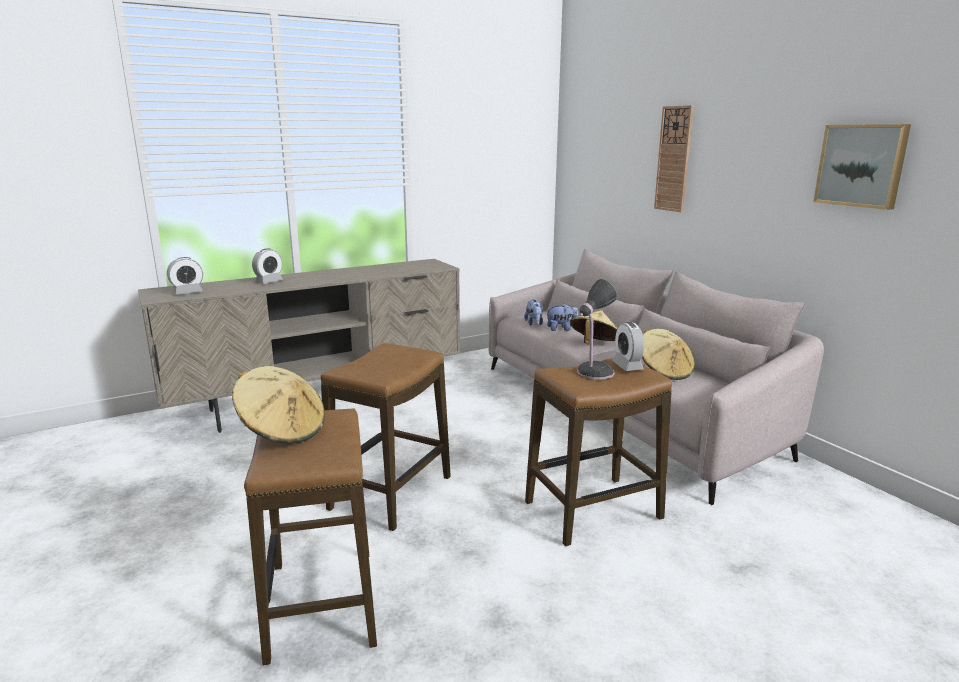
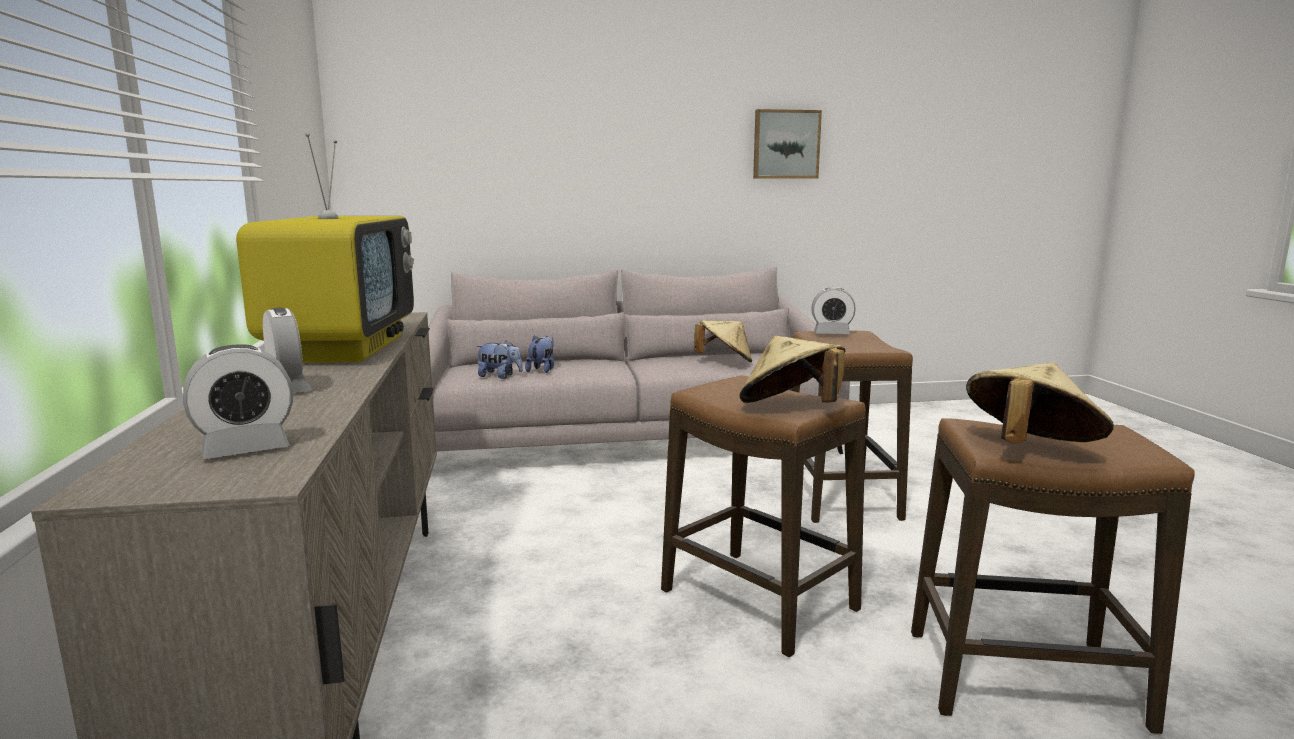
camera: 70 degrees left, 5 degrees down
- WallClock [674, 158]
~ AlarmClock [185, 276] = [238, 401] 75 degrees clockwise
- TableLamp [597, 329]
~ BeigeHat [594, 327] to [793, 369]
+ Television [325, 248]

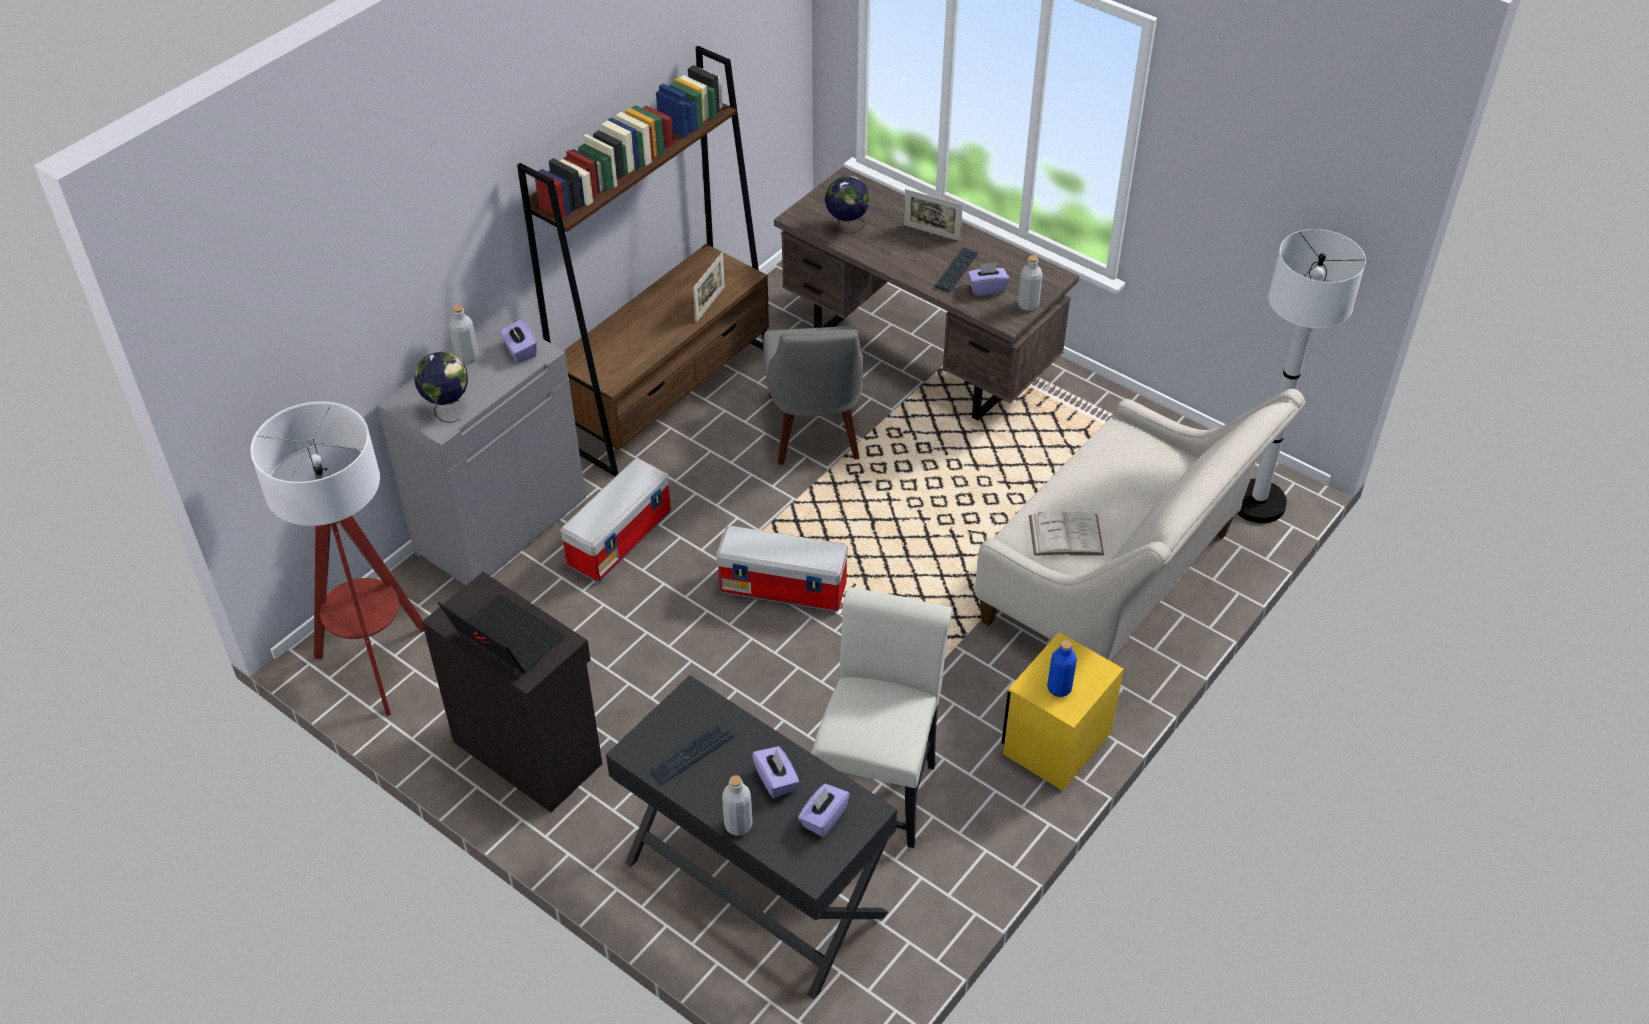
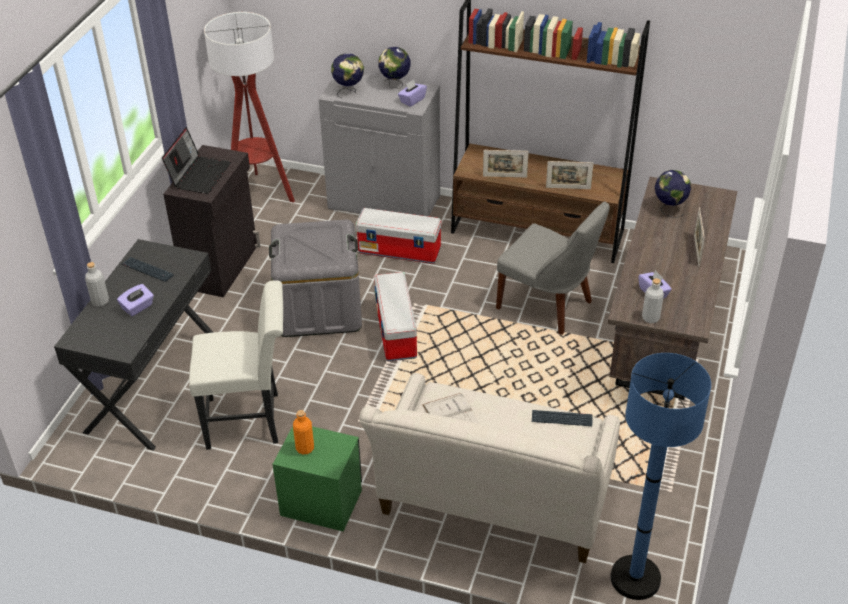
camera: 70 degrees right, 5 degrees down
~ WhiteFloorLamp [1301, 376] to BlueFloorLamp [660, 476]
~ Keyboard [956, 269] to [562, 418]
~ GreyBottle [463, 334] to Globe [394, 68]
~ GreyChair [813, 395] = [553, 268] 120 degrees counterclockwise
~ YellowNightstand [1062, 711] to GreenNightstand [317, 479]
~ BlueBottle [1062, 668] to OrangeBottle [303, 432]
- PurpleTissueBox [824, 810]
+ PictureFrame [506, 163]
+ GreyStorageBox [315, 278]

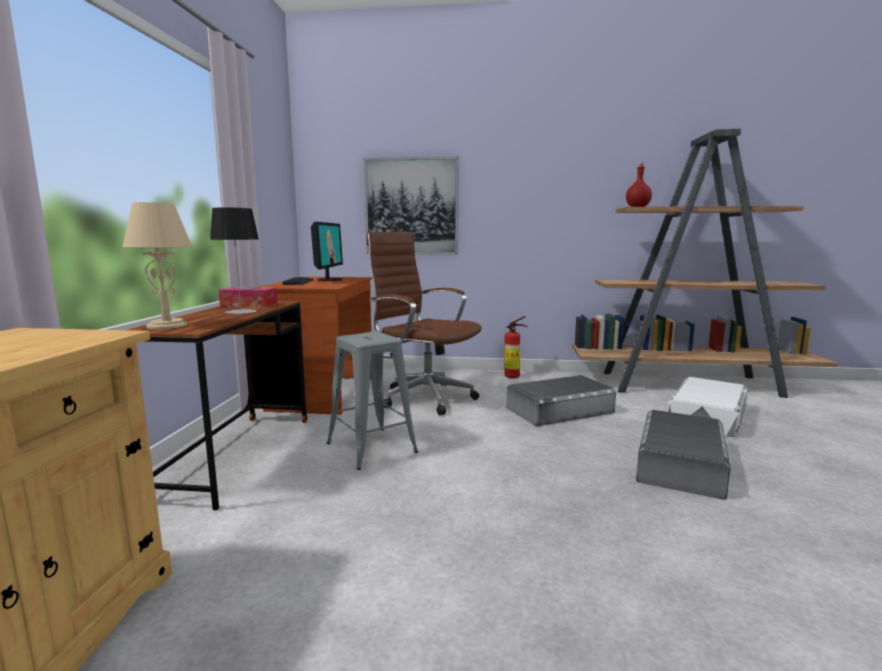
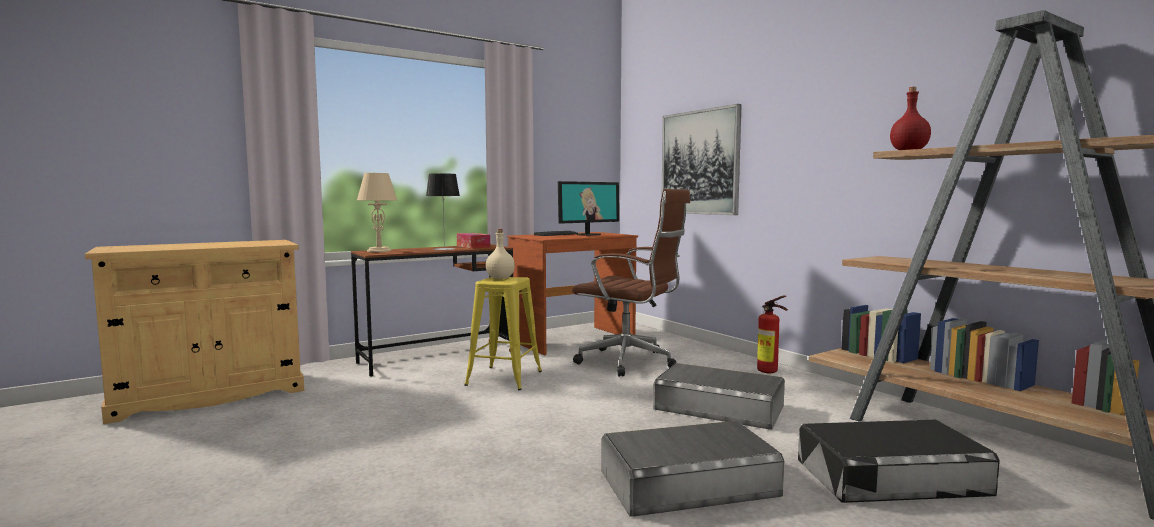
camera: 50 degrees right, 5 degrees down
~ BrownOfficeChair [424, 324] = [631, 283] 120 degrees clockwise
~ GreyStool [373, 400] to YellowStool [503, 333]
~ WhiteStorageBox [707, 407] to BlackStorageBox [899, 461]
+ BeigeBottle [500, 254]

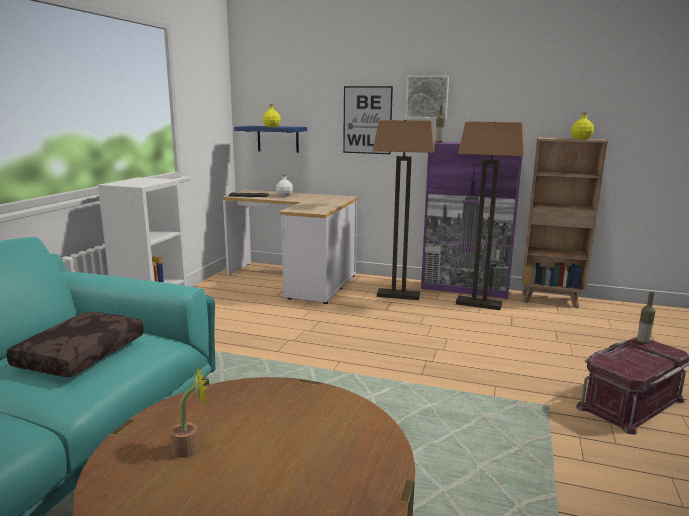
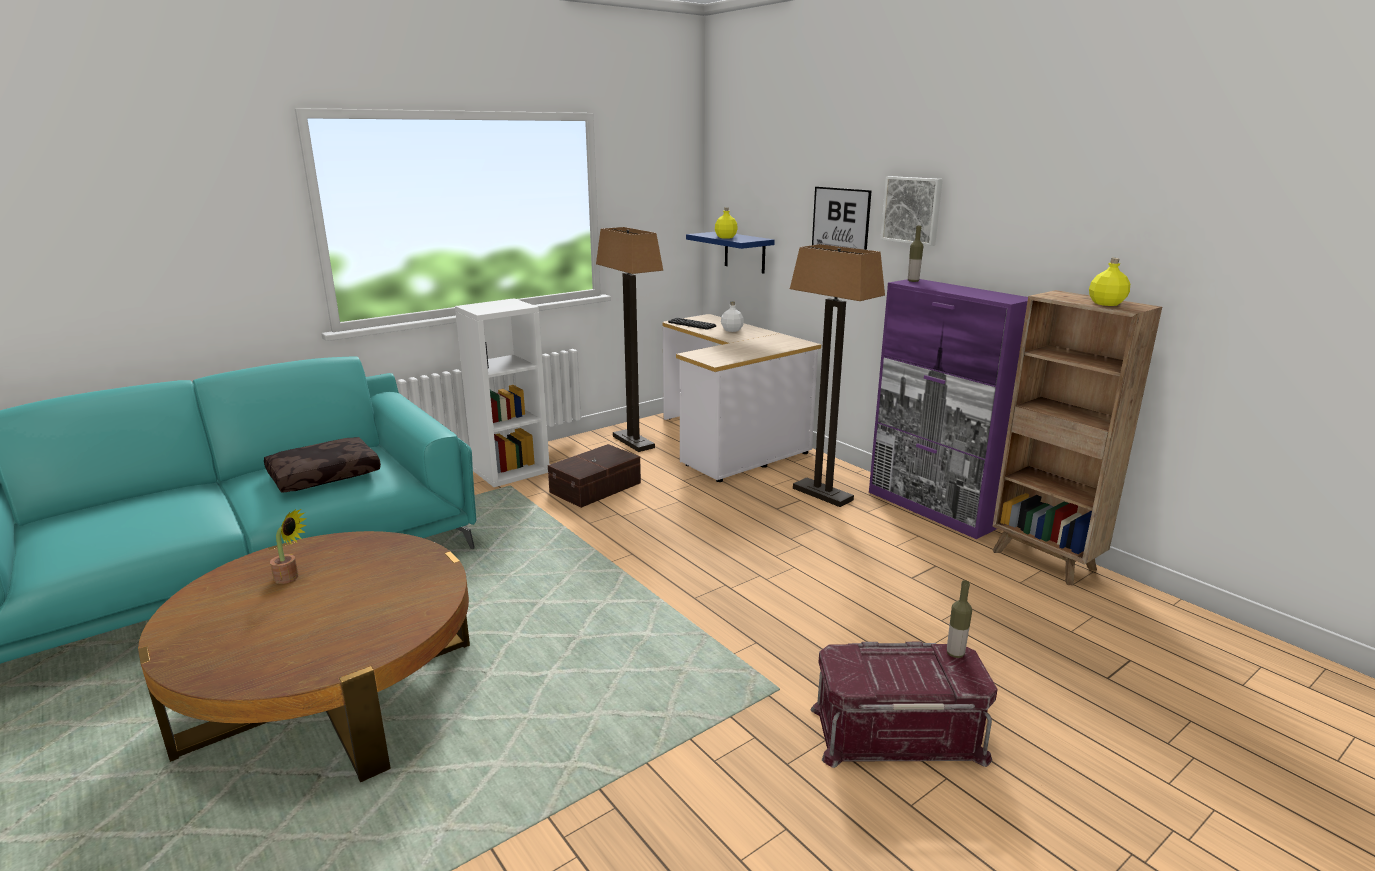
camera: 35 degrees right, 5 degrees up
~ FloorLamp [490, 215] to [629, 339]
+ BrownStorageBox [594, 476]

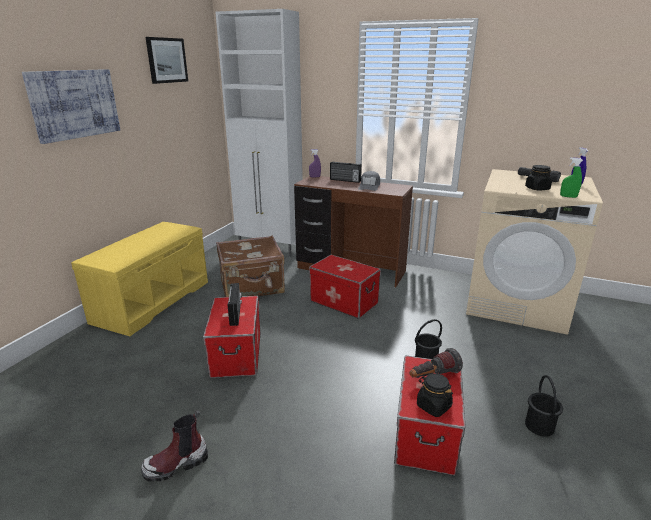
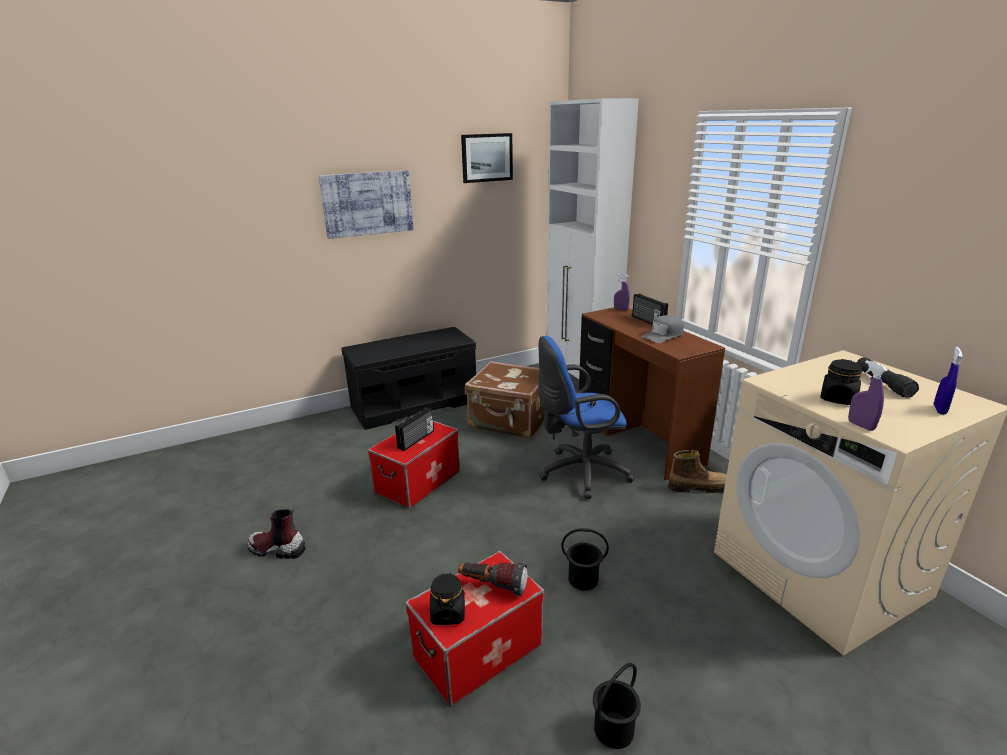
camera: 40 degrees right, 0 degrees up
~ GreenSprayBottle [571, 177] to PurpleSprayBottle [868, 395]
~ YellowBench [139, 279] to BlackBench [408, 378]
~ StorageBox [345, 287] to BlueOfficeChair [586, 417]
+ Boot [697, 471]

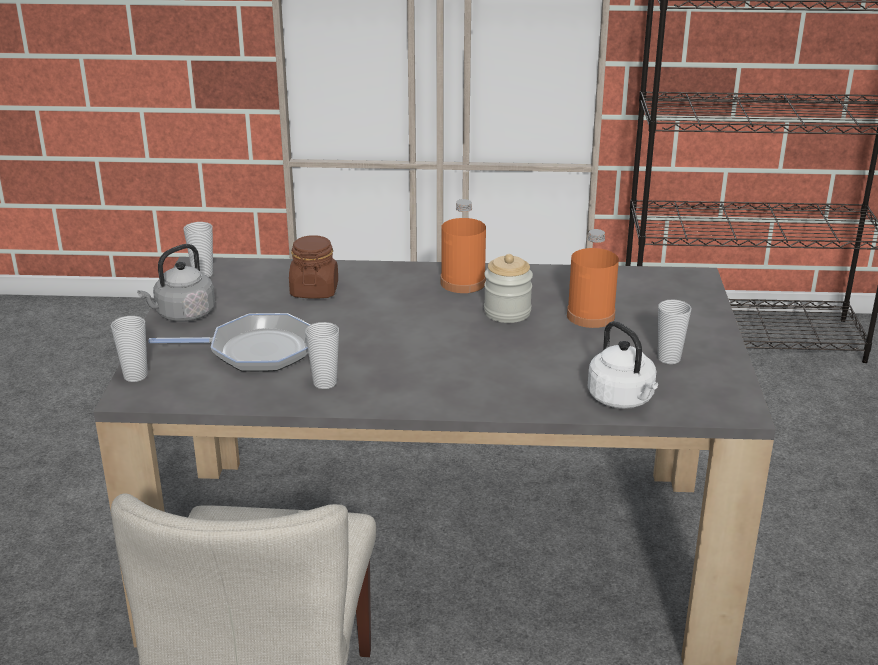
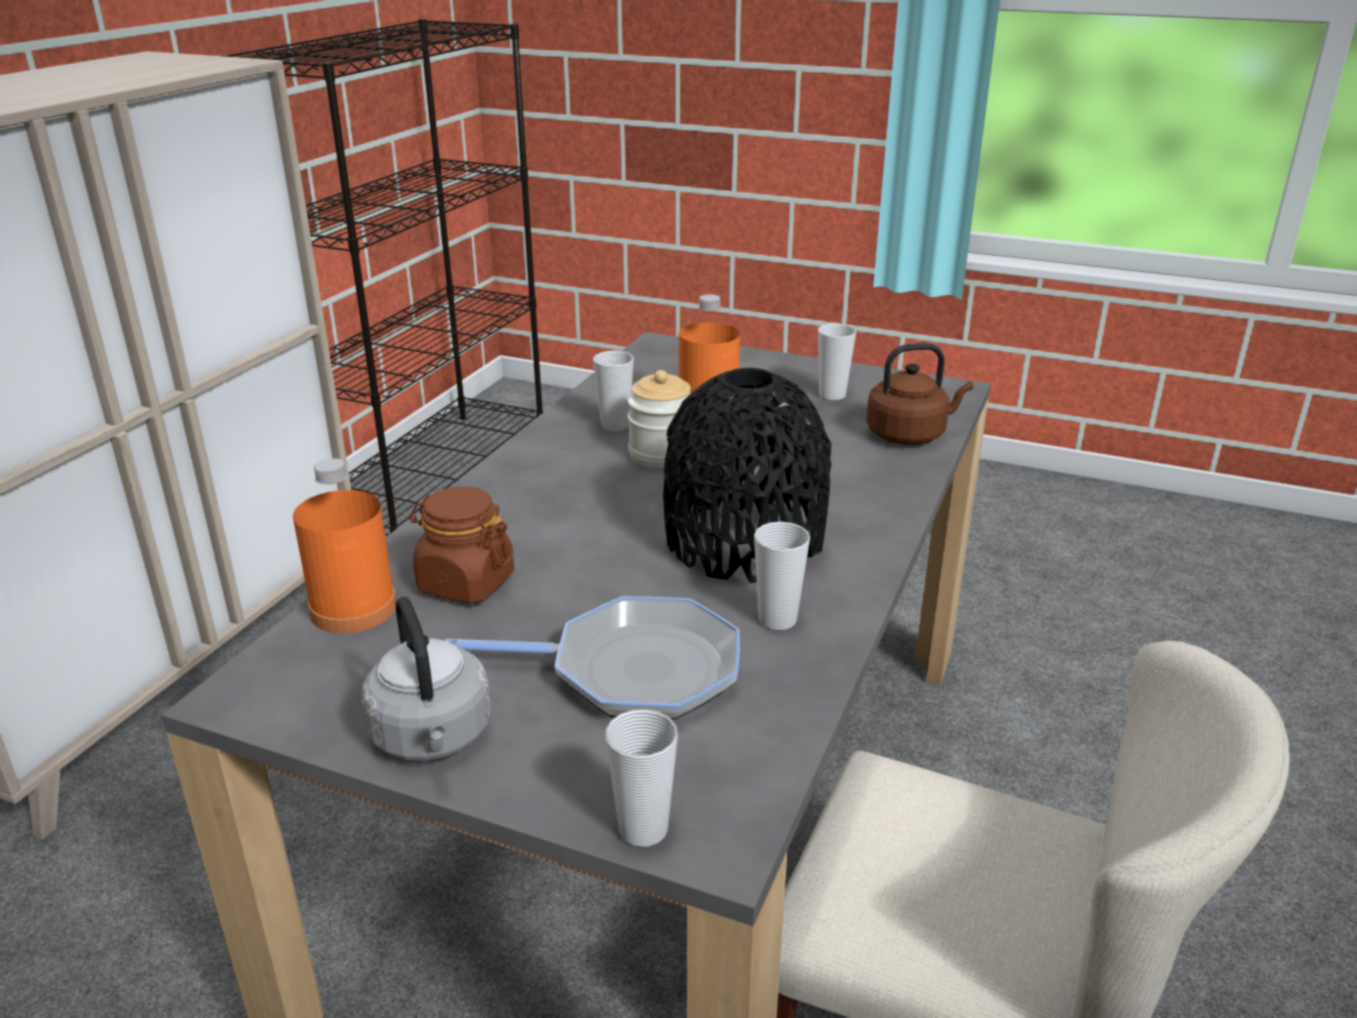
camera: 70 degrees left, 0 degrees up
~ OrangeBottle [463, 246] to [344, 545]
~ Cup [198, 249] to [613, 391]
~ FryingPan [229, 342] = [592, 657] 75 degrees clockwise
~ WhiteKettle [622, 365] to BrownKettle [919, 394]
+ BlackVase [747, 475]

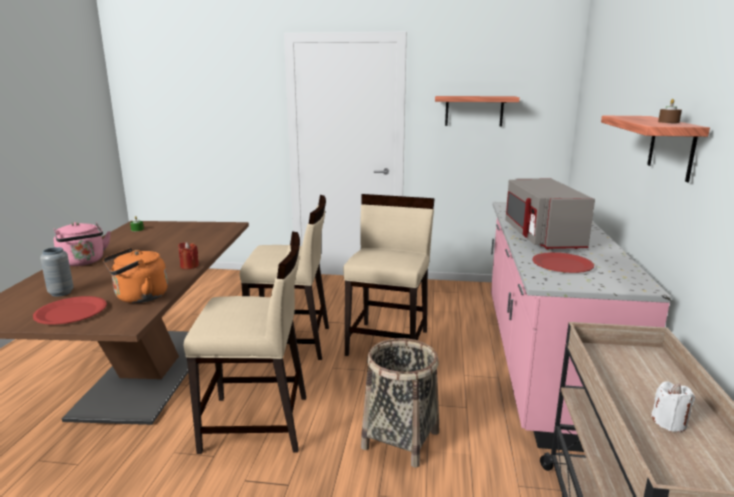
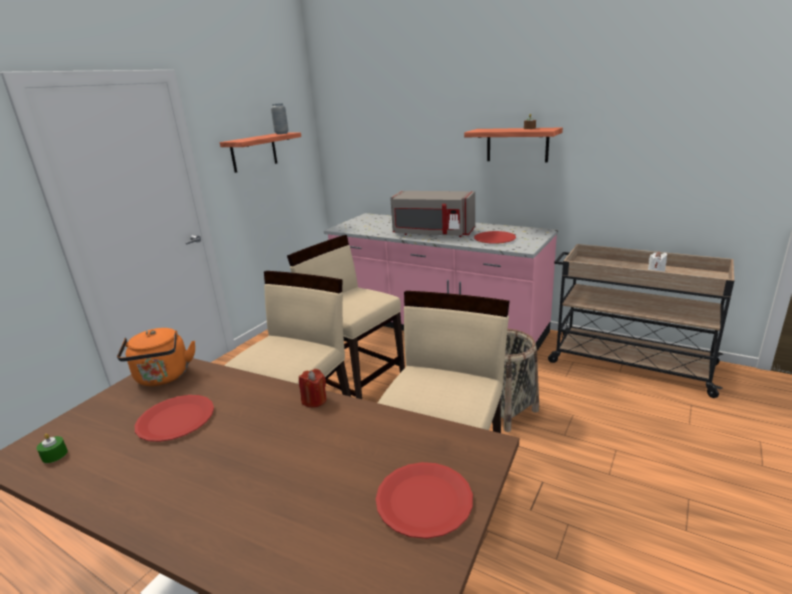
camera: 65 degrees left, 5 degrees up
- PinkKettle [82, 244]
~ GreyVase [56, 272] to [279, 118]
~ OrangeKettle [135, 275] to [156, 357]
+ RedPlate [174, 418]

